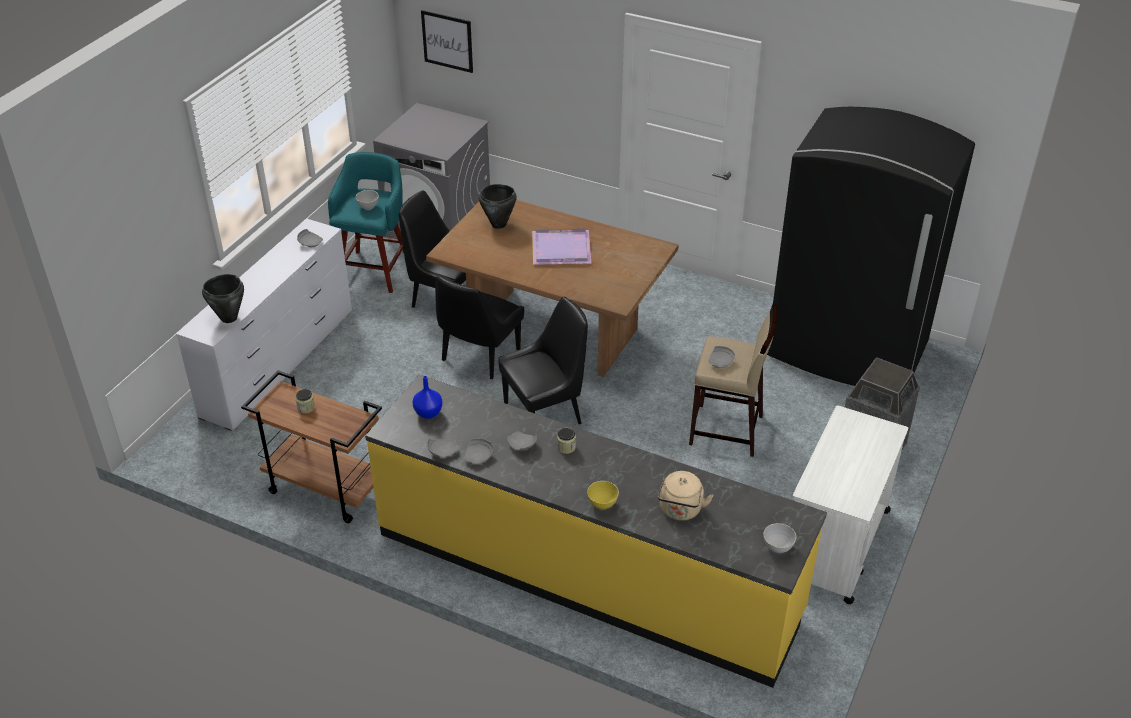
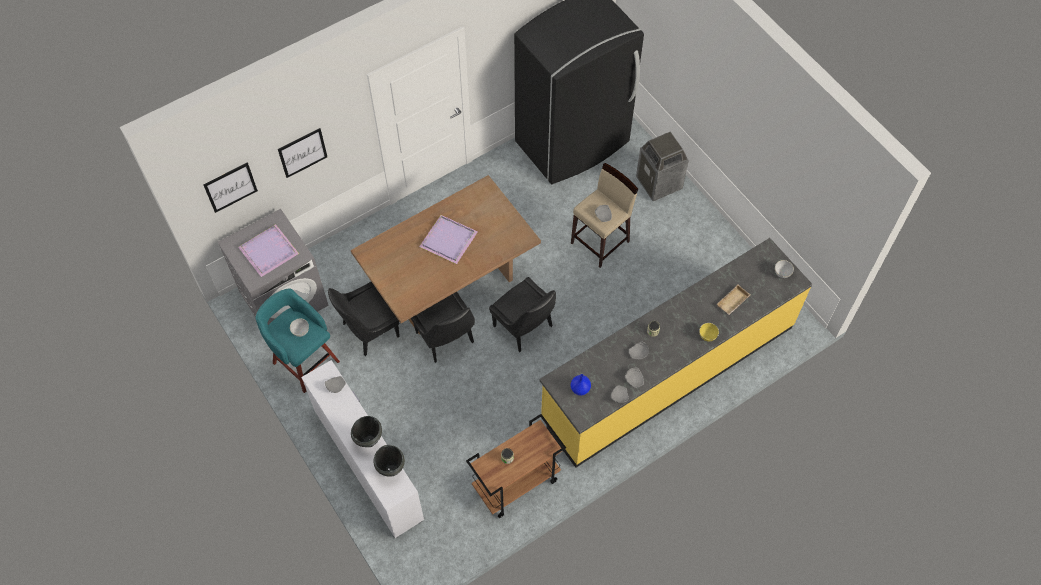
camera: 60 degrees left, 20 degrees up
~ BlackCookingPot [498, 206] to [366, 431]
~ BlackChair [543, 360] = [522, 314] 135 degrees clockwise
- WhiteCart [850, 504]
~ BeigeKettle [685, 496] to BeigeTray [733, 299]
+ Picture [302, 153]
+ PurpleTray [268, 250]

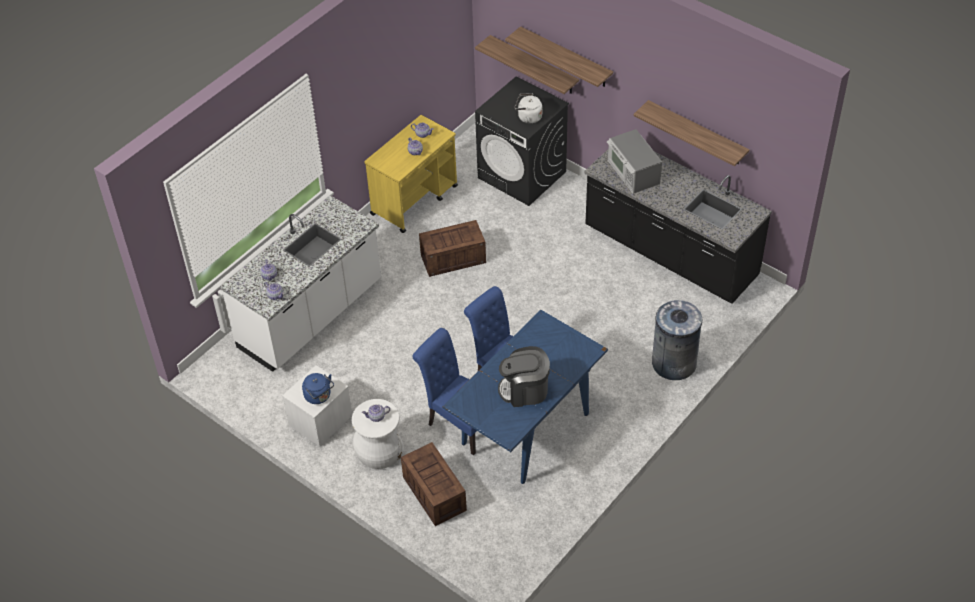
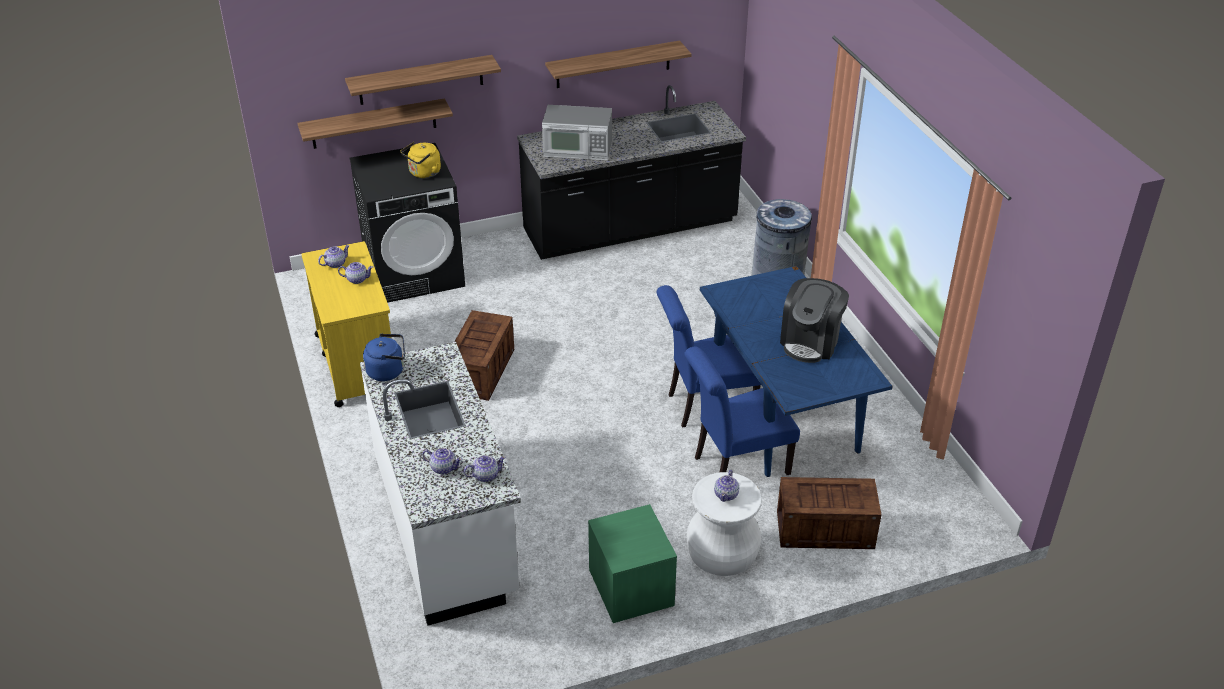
camera: 60 degrees left, 10 degrees down
~ WhiteKettle [528, 109] to YellowKettle [420, 160]
~ WhiteNightstand [317, 406] to GreenNightstand [632, 563]
~ BlueKettle [318, 388] to [384, 357]

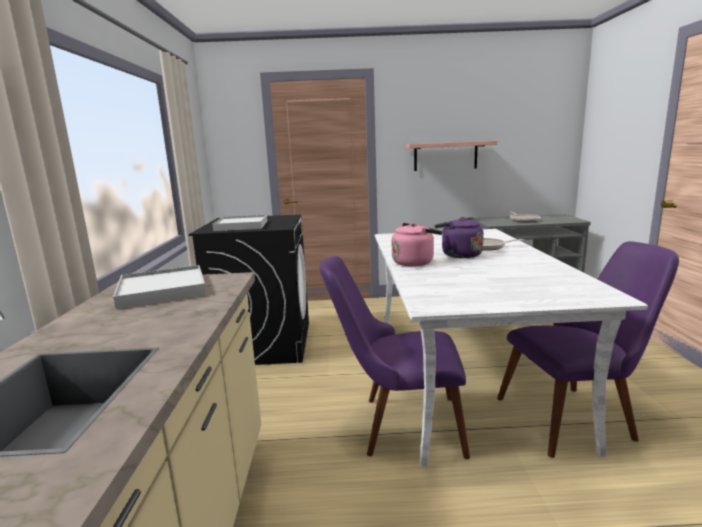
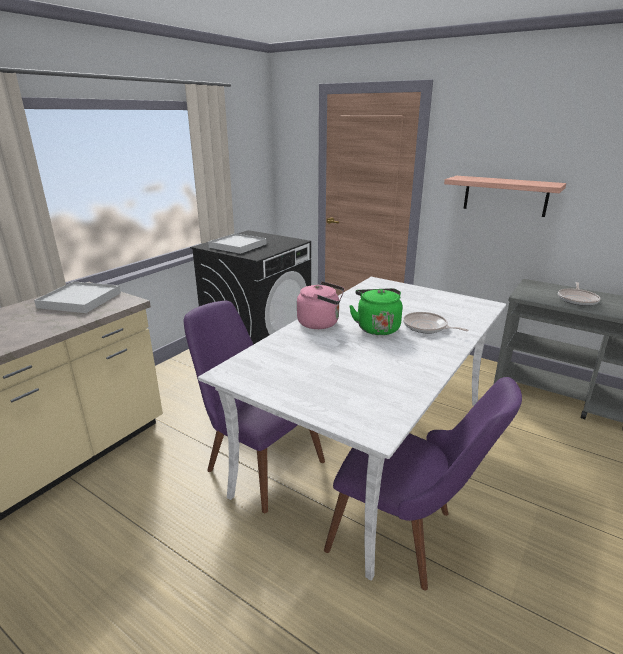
camera: 35 degrees right, 10 degrees up
~ PurpleKettle [459, 237] to GreenKettle [375, 311]

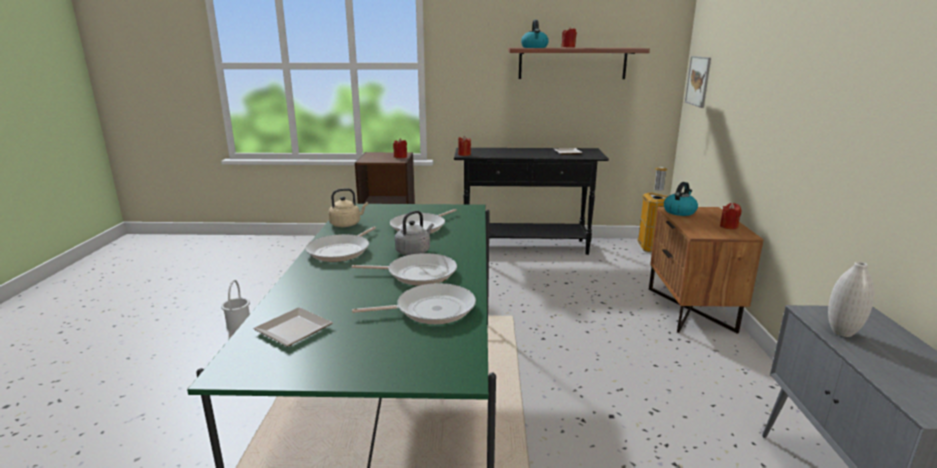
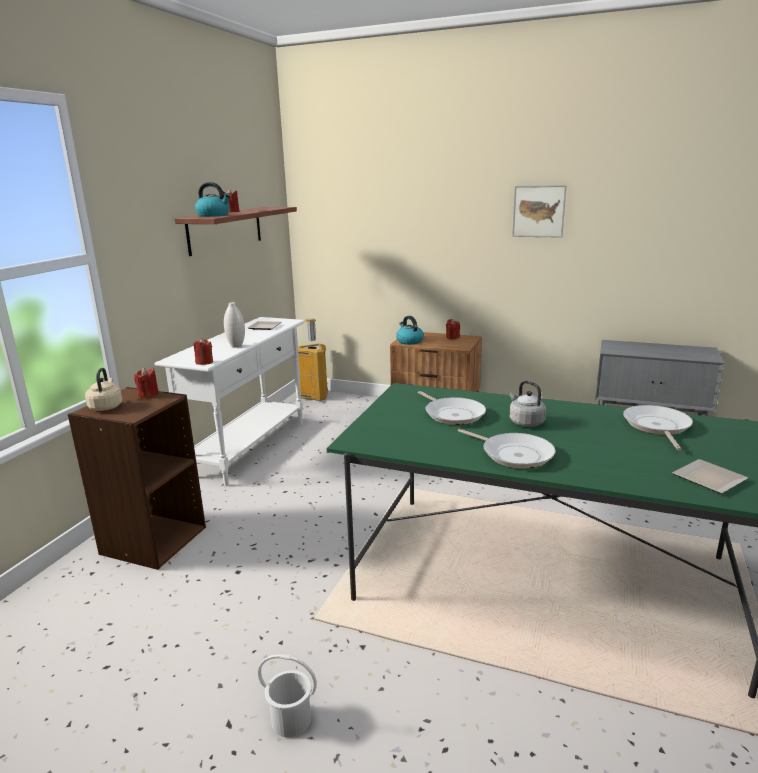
camera: 70 degrees left, 0 degrees up
~ Picture [698, 82] to [539, 211]
~ BlackConsoleTable [531, 201] to WhiteConsoleTable [229, 401]
~ BeigeKettle [348, 207] to [103, 389]
- FryingPan [404, 269]
~ WhiteVase [851, 299] to [234, 325]

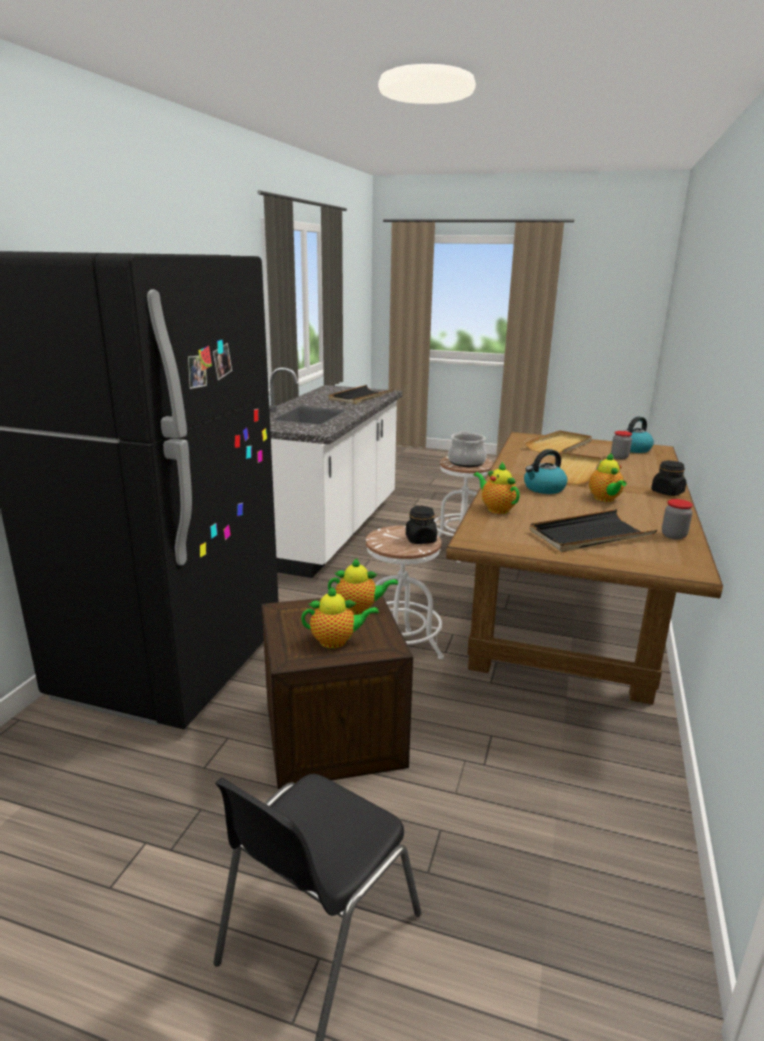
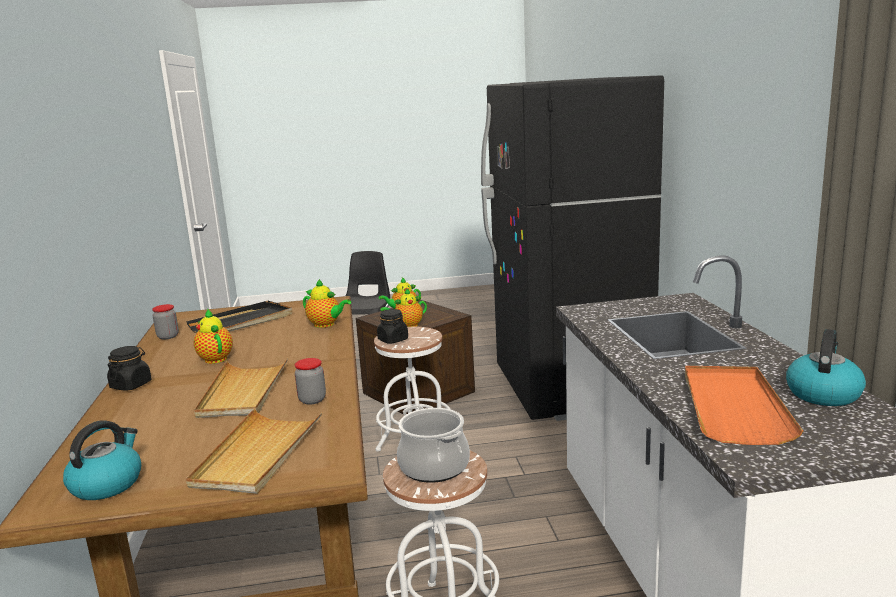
camera: 155 degrees right, 5 degrees down
~ BlackTray [361, 394] to OrangeTray [744, 405]
~ Jar [621, 445] to [310, 381]
~ Kettle [546, 471] to [826, 367]

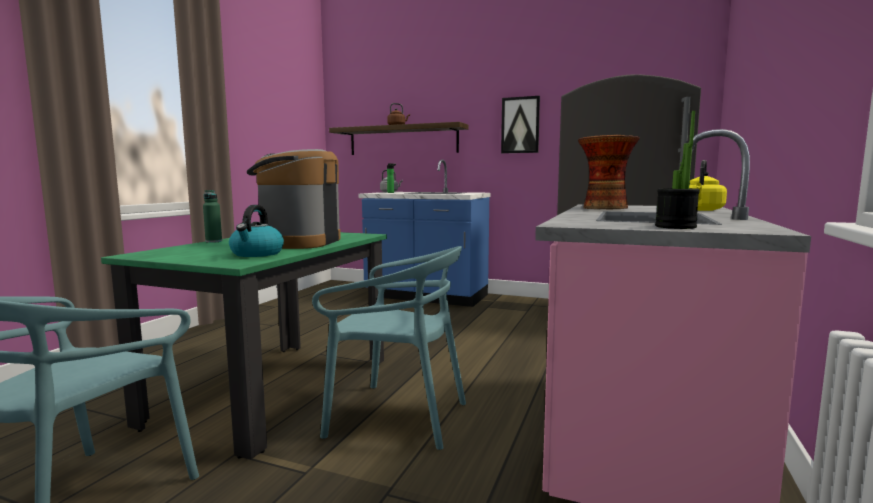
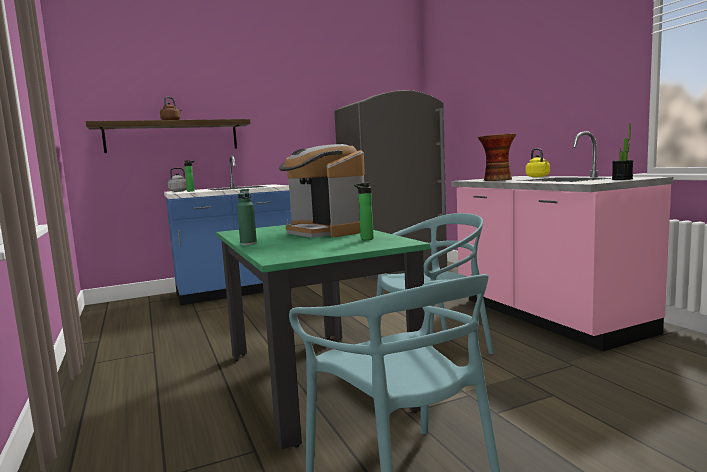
camera: 45 degrees left, 0 degrees up
- Picture [520, 124]
~ Kettle [256, 231] to Bottle [364, 211]

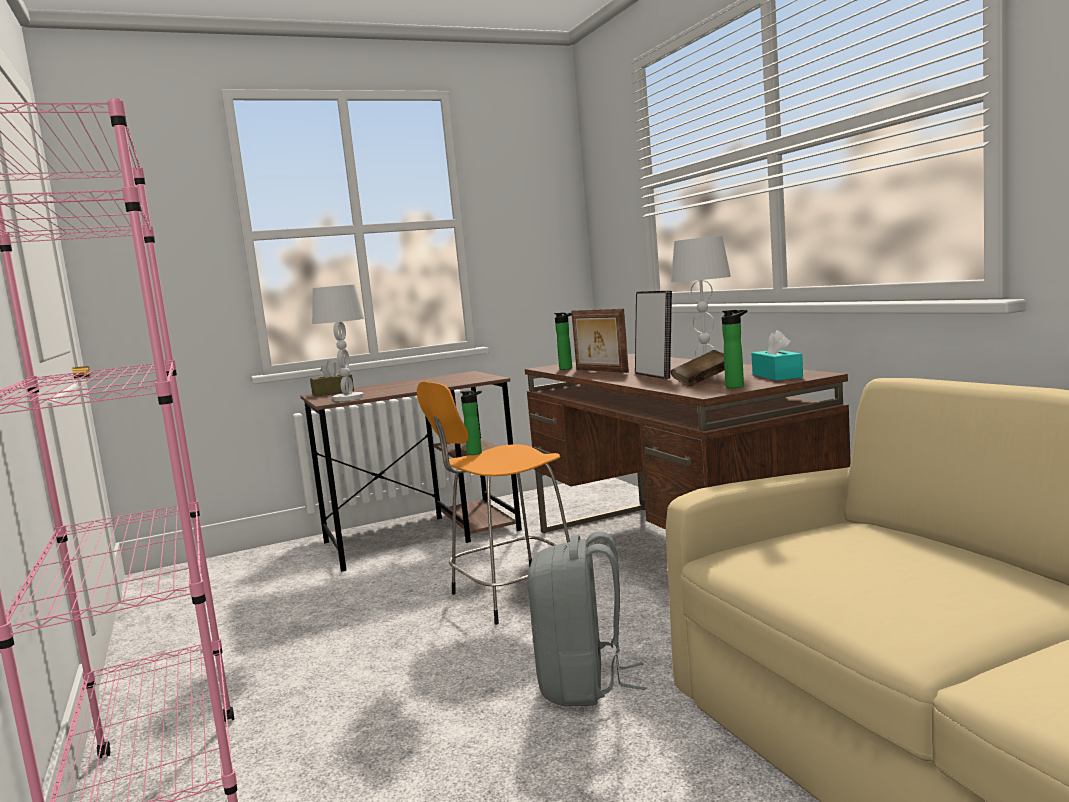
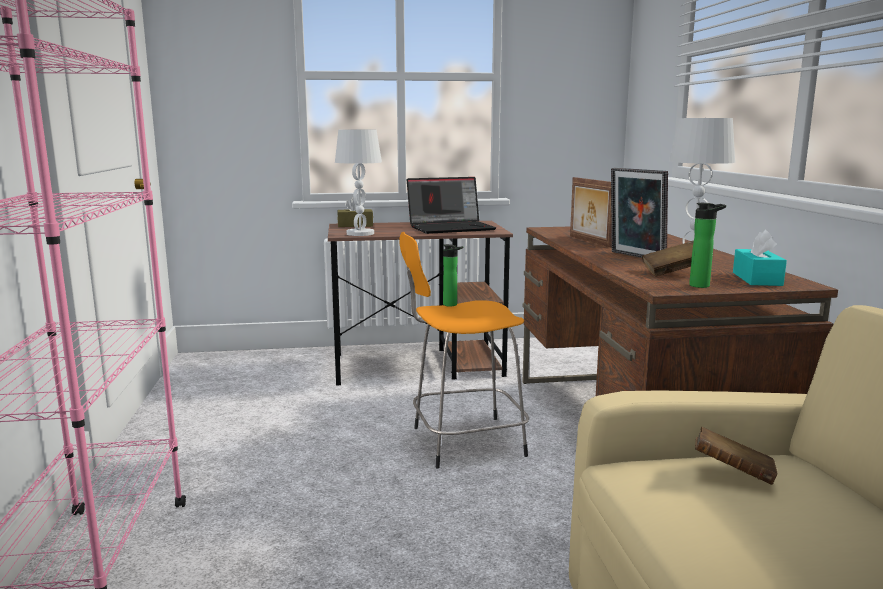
camera: 15 degrees right, 5 degrees up
~ PictureFrame [653, 335] = [639, 213] 150 degrees clockwise
- Bottle [563, 341]
- GreyBackpack [587, 618]
+ Laptop [451, 205]
+ BrownBook [736, 456]

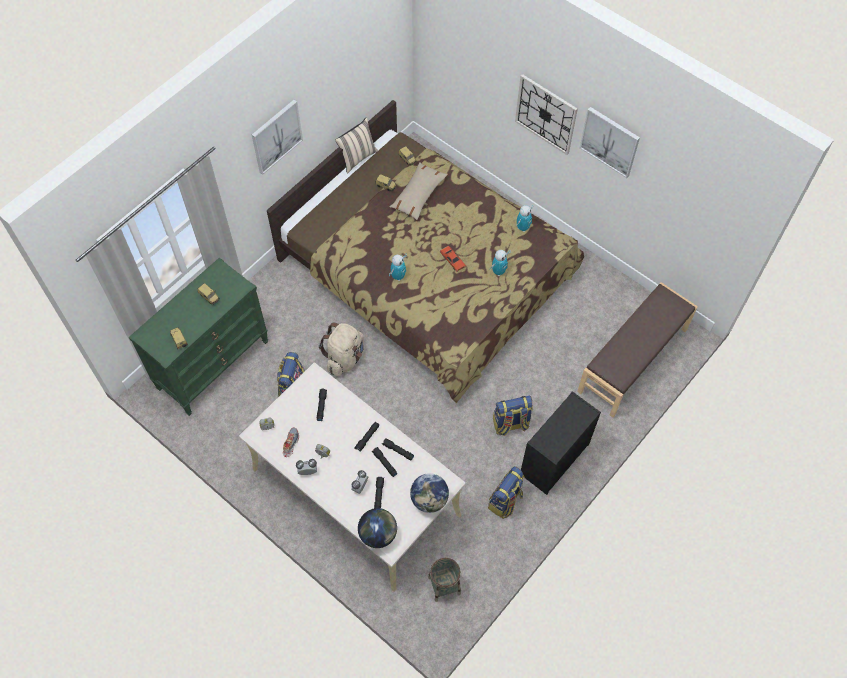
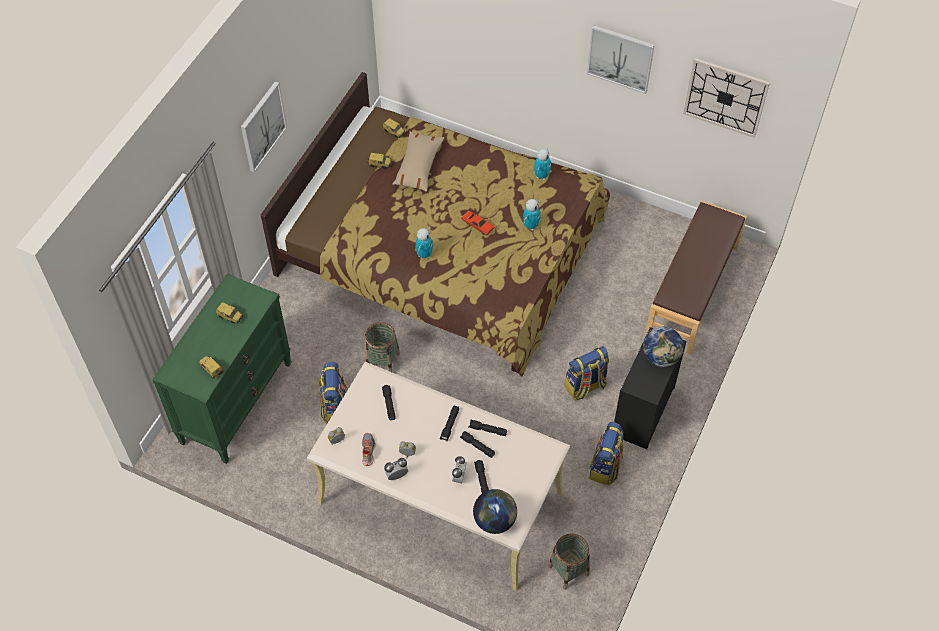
camera: 15 degrees left, 5 degrees down
~ WallClock [546, 114] to [726, 98]
- BeigePillow [356, 145]
~ BeigeBackpack [341, 349] to Basket [382, 347]
~ Globe [429, 493] to [663, 346]

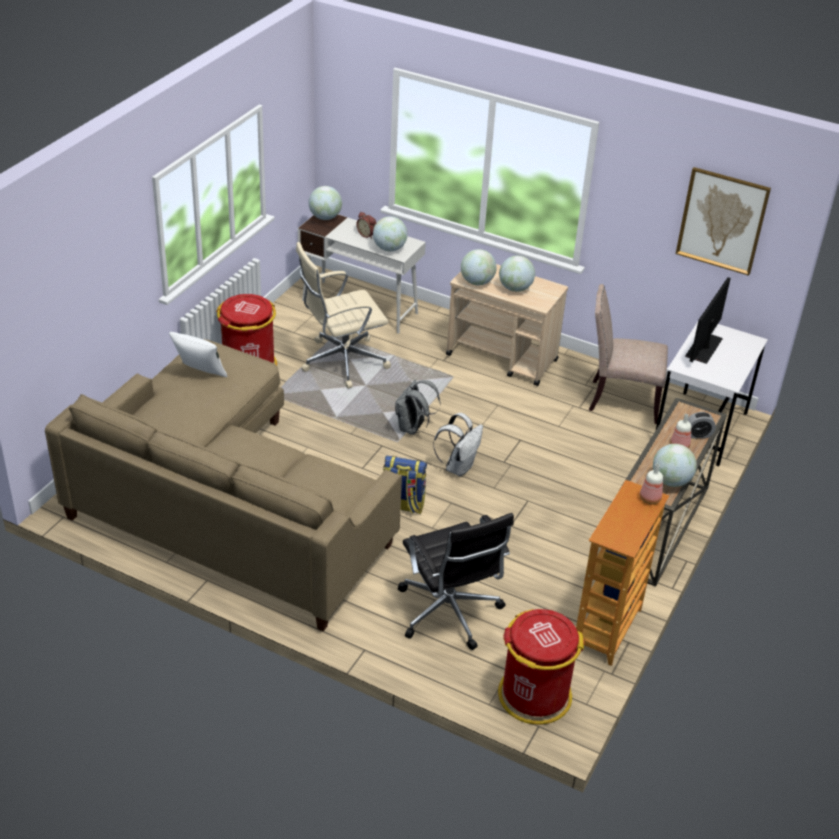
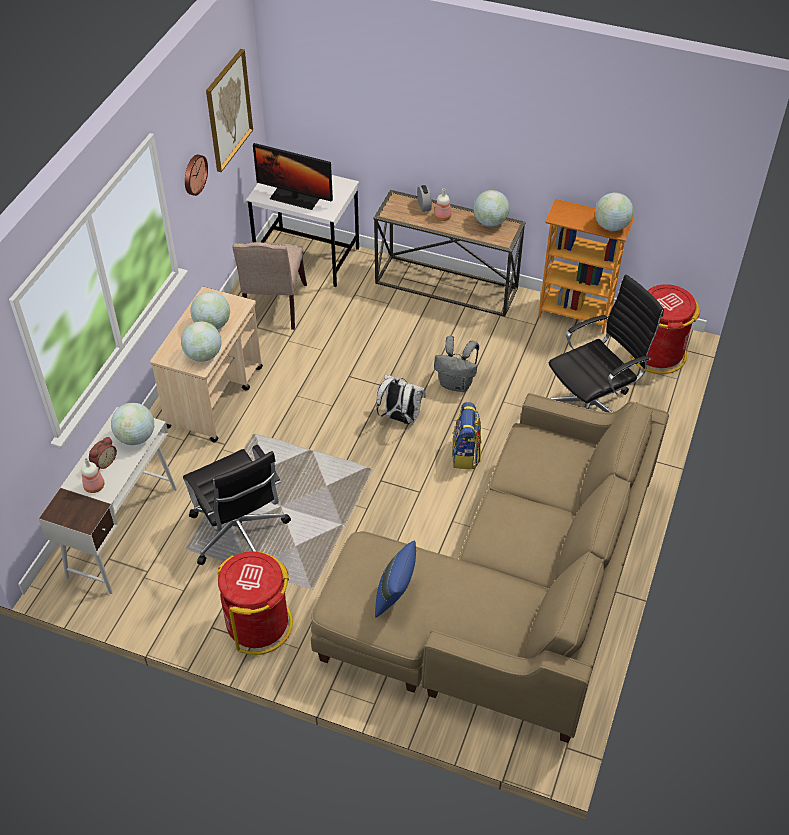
camera: 95 degrees left, 10 degrees up
~ Globe [325, 203] to [614, 212]
~ BeigeOfficeChair [343, 315] to BlackOfficeChair [237, 505]
~ WhitePillow [198, 354] to BluePillow [395, 579]
~ GreyBackpack [417, 407] to [456, 364]
~ Bottle [651, 484] to [92, 475]
+ WallClock [196, 175]

